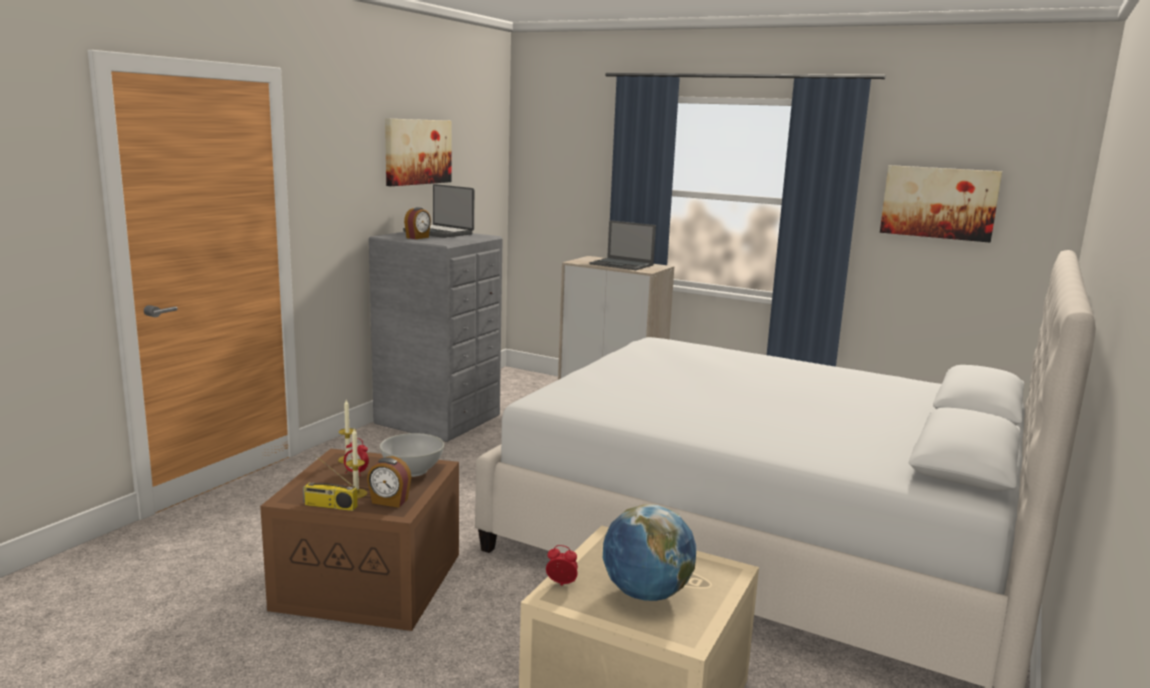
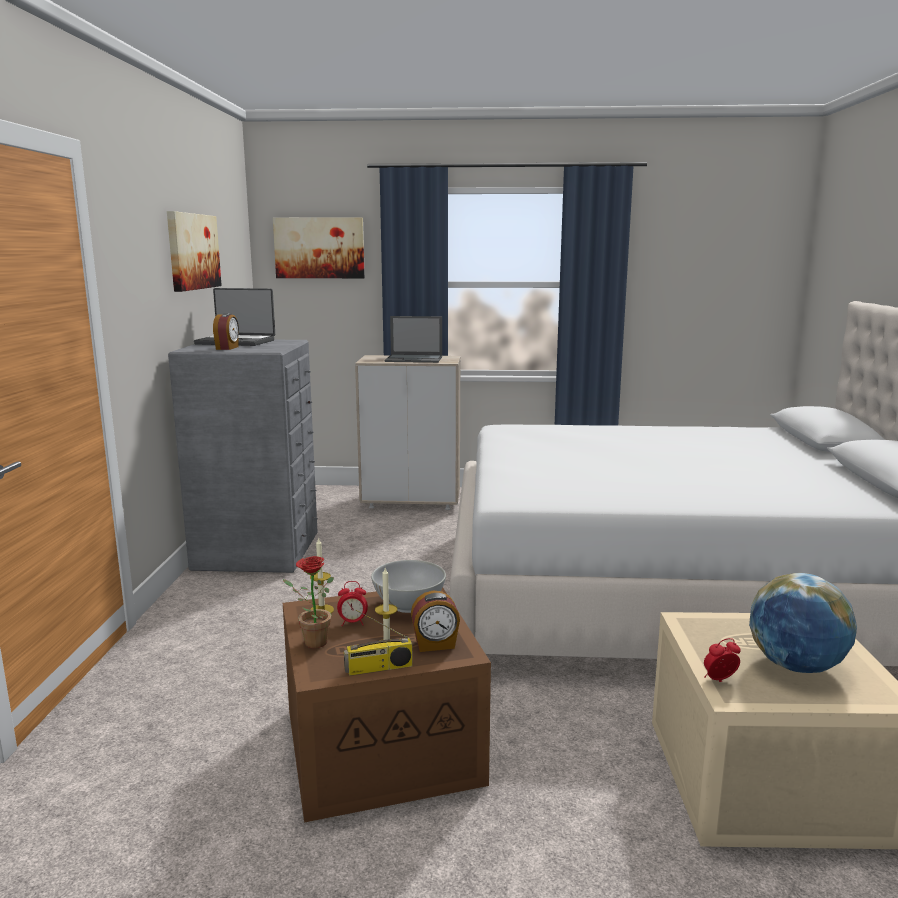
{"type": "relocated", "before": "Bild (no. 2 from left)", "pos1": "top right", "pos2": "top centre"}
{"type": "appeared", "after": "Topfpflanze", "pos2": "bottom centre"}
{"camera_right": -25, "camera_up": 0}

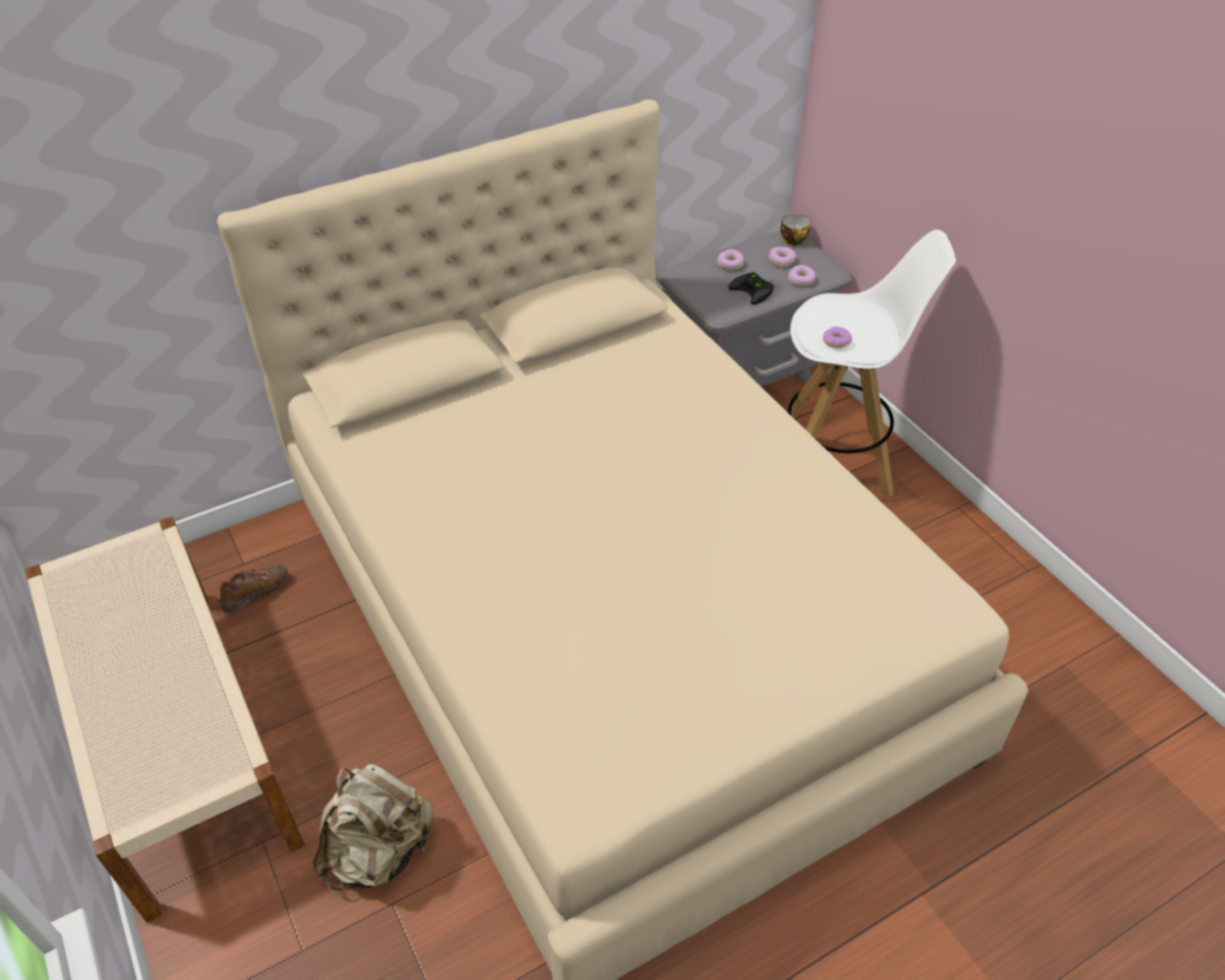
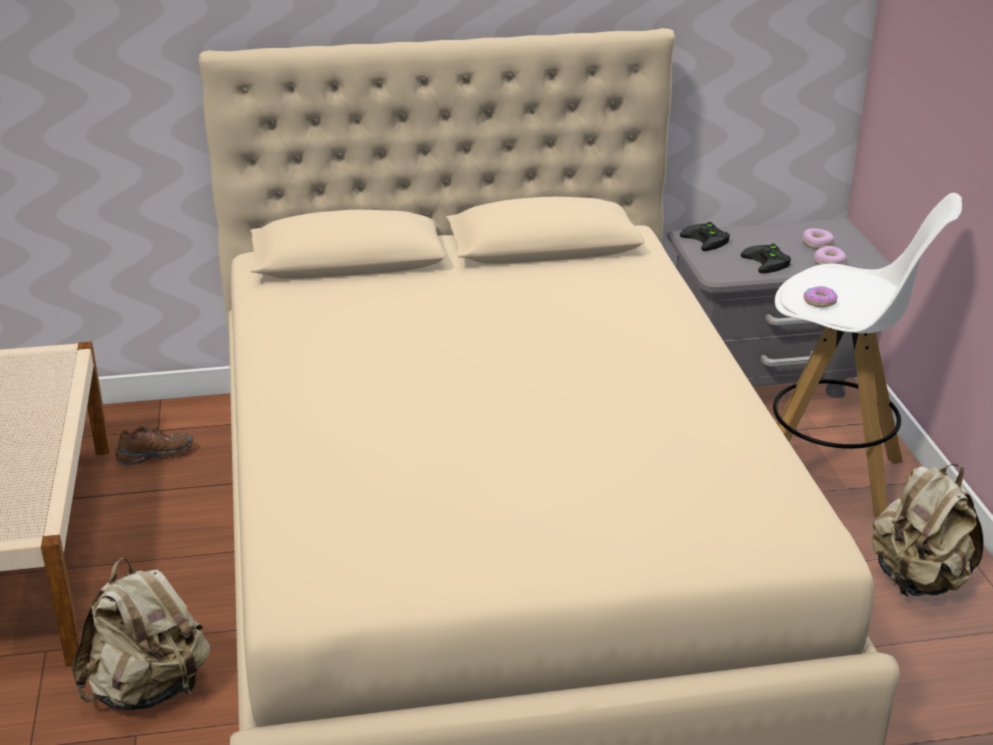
{"type": "missing", "before": "Donut (no. 1 from left)", "pos1": "top centre"}
{"type": "missing", "before": "Tasse", "pos1": "top centre"}
{"type": "appeared", "after": "Gamepad (schwarz) (no. 1 from left)", "pos2": "top right"}
{"type": "appeared", "after": "Rucksack (beige) (no. 2 from left)", "pos2": "bottom right"}
{"camera_right": 20, "camera_up": -15}

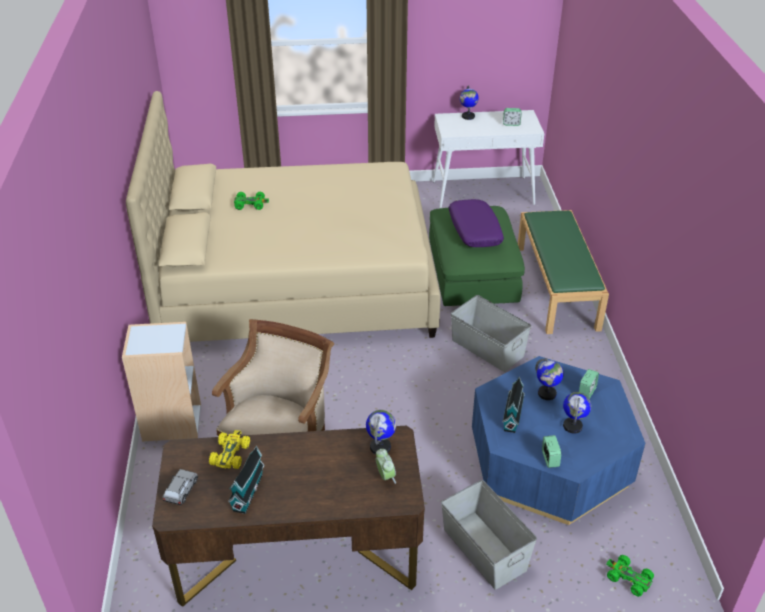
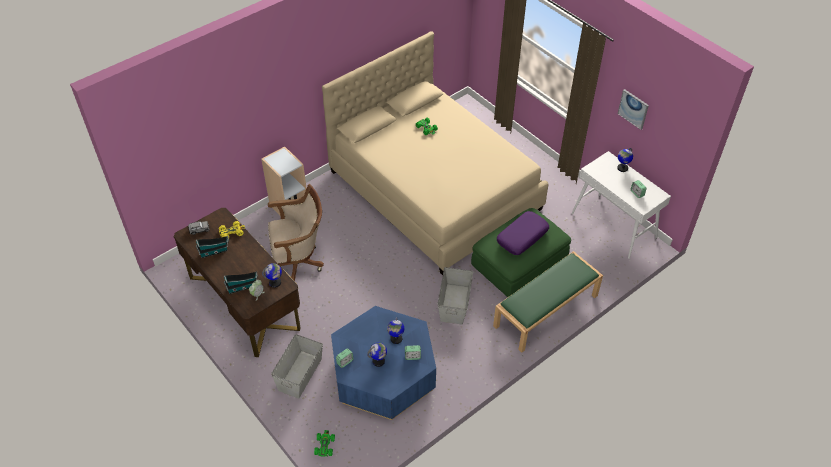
{"type": "relocated", "before": "Spielzeughaus (no. 2 from left)", "pos1": "middle right", "pos2": "middle left"}
{"type": "appeared", "after": "Bild", "pos2": "top right"}
{"camera_right": 55, "camera_up": 10}

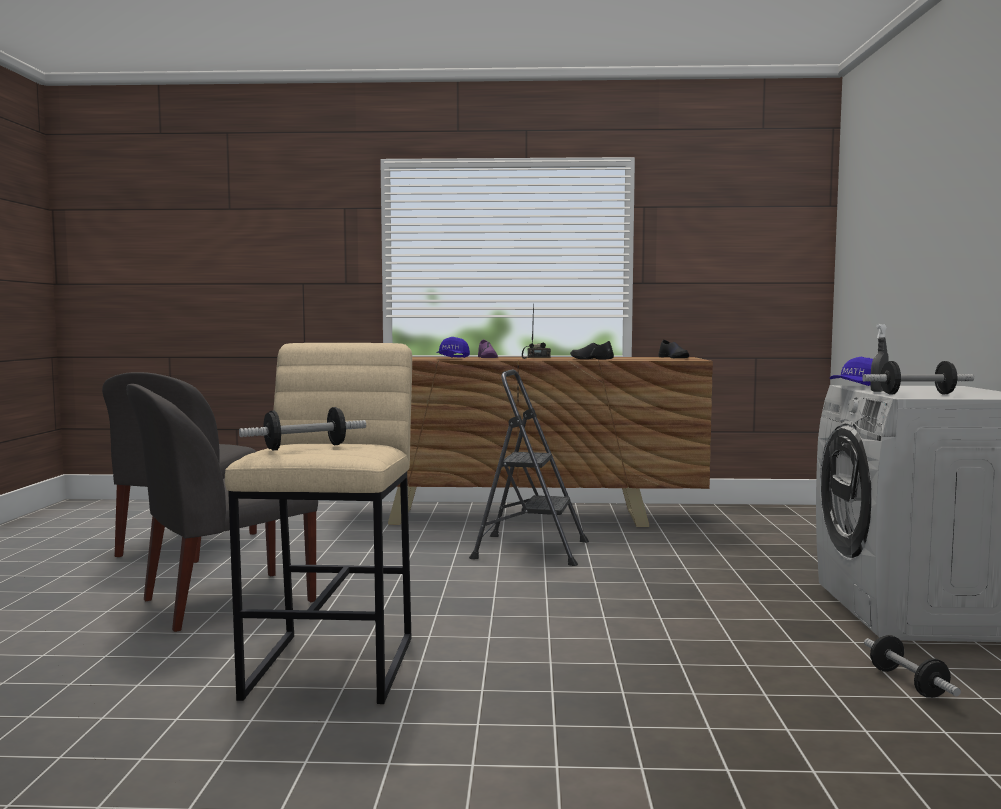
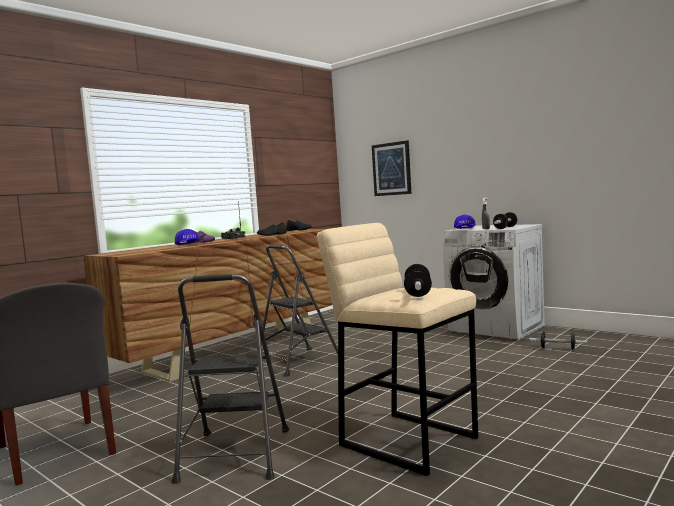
{"type": "exchanged", "before": "Stuhl (grau) (no. 2 from left)", "after": "Trittleiter (schwarz) (no. 1 from left)", "pos1": "middle left", "pos2": "bottom centre"}
{"type": "appeared", "after": "Bild", "pos2": "top centre"}
{"camera_right": -50, "camera_up": 0}

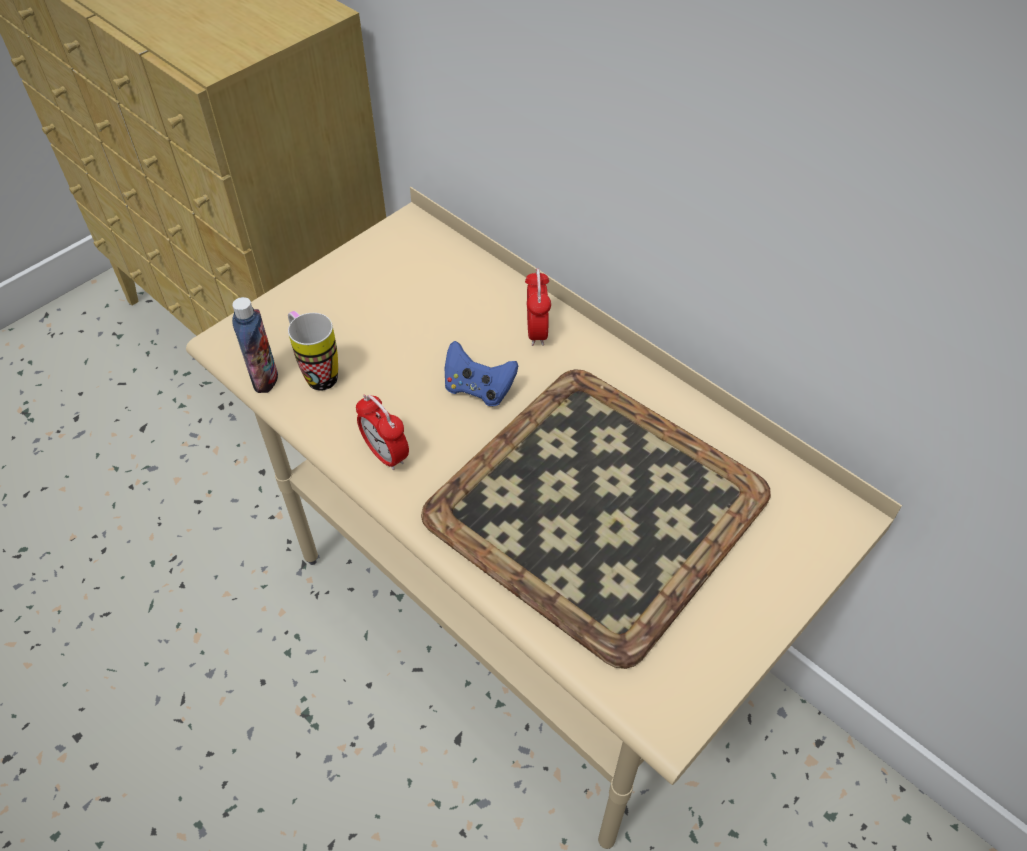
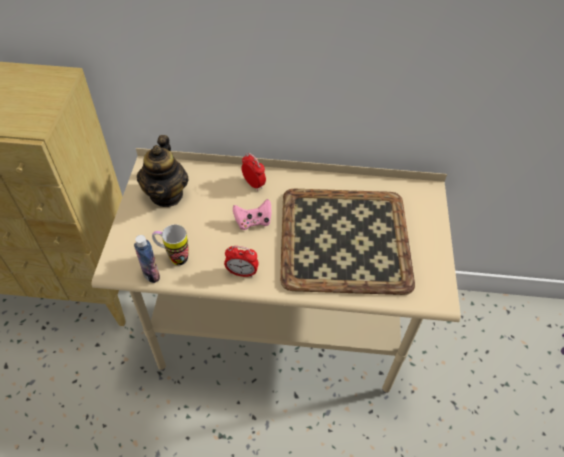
{"type": "colour", "before": "Gamepad (blau)", "after": "Gamepad (rosa)", "pos1": "centre", "pos2": "centre"}
{"type": "appeared", "after": "Teekanne", "pos2": "middle left"}
{"camera_right": -40, "camera_up": 0}

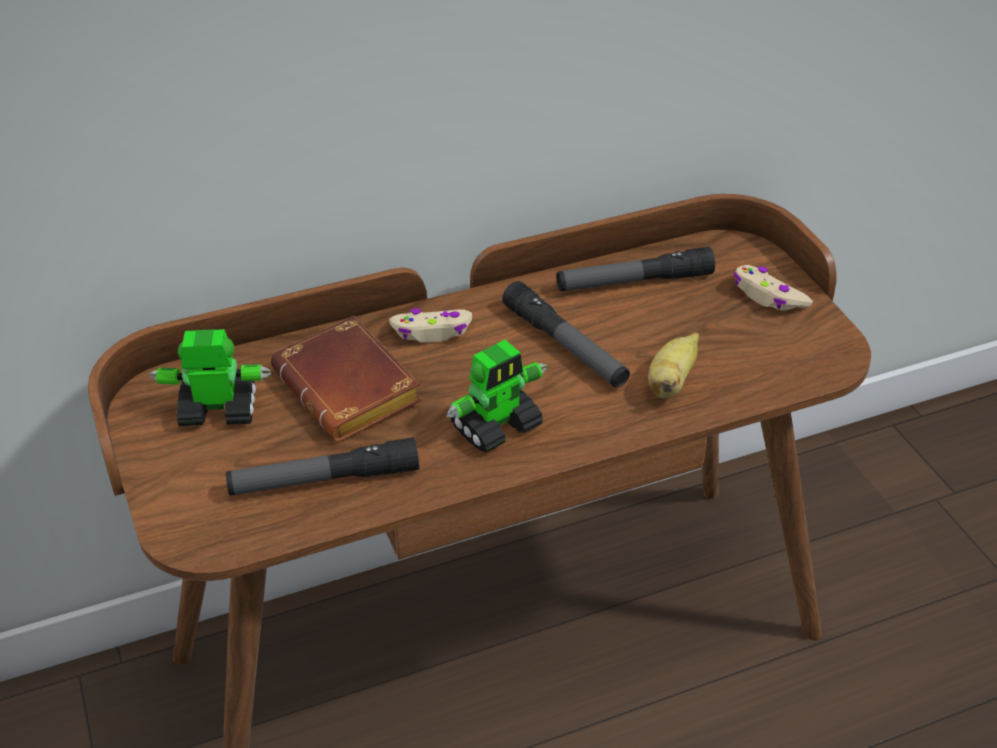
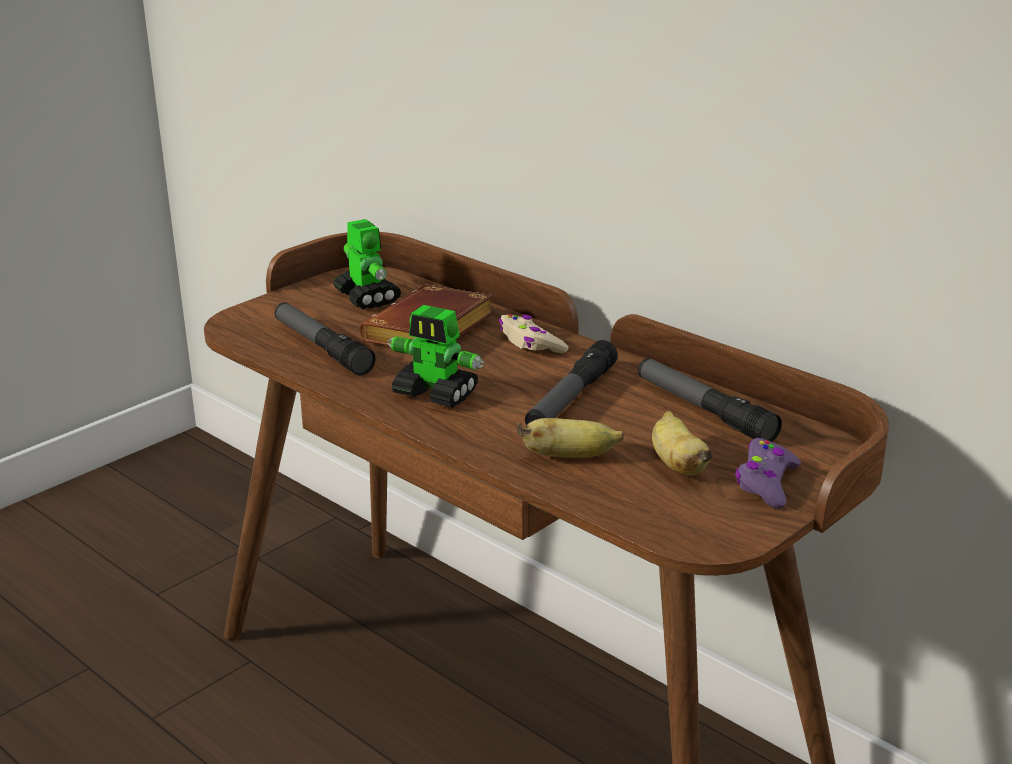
{"type": "colour", "before": "Gamepad (beige) (no. 2 from left)", "after": "Gamepad (lila)", "pos1": "middle right", "pos2": "middle right"}
{"type": "appeared", "after": "Banane (no. 2 from left)", "pos2": "middle right"}
{"camera_right": 65, "camera_up": -15}

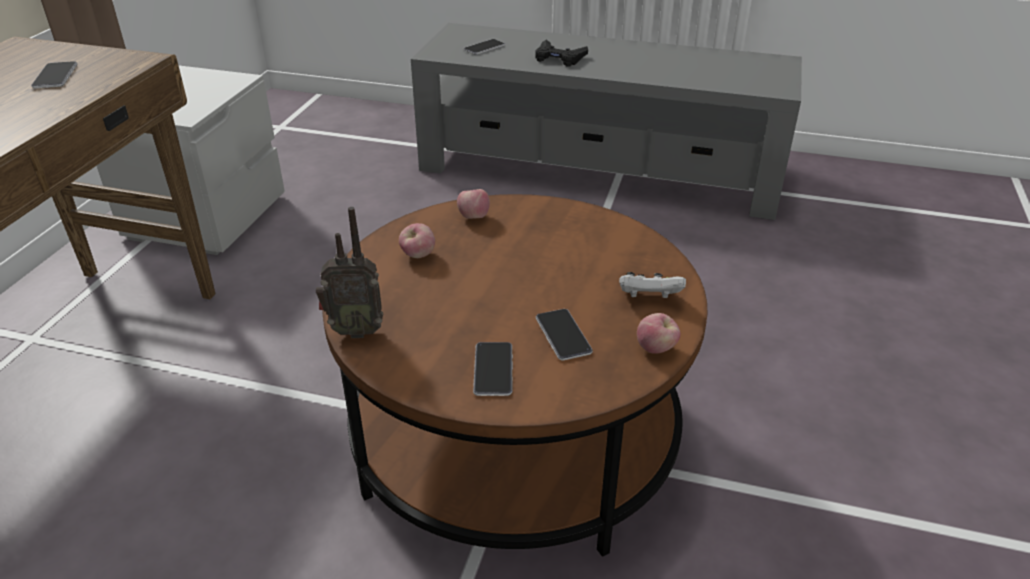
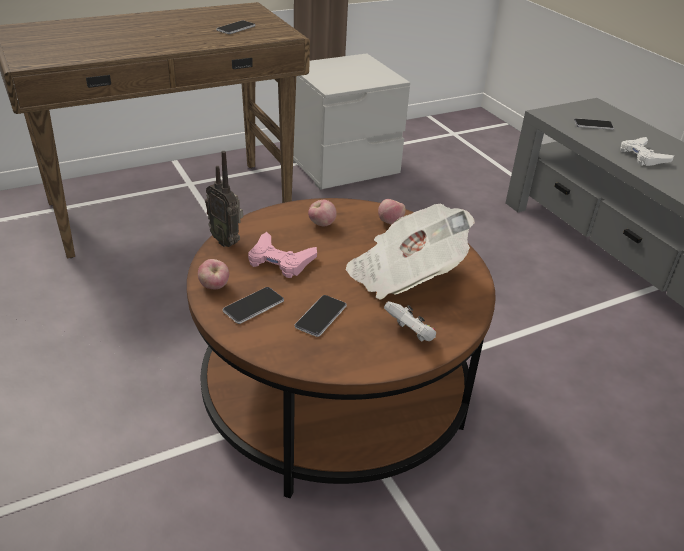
{"type": "colour", "before": "Gamepad (schwarz)", "after": "Gamepad (weiß) (no. 2 from left)", "pos1": "top centre", "pos2": "top right"}
{"type": "relocated", "before": "Apfel (no. 3 from left in the first image)", "after": "Apfel (no. 1 from left)", "pos1": "centre", "pos2": "middle left"}
{"type": "appeared", "after": "Gamepad (rosa)", "pos2": "centre"}
{"type": "appeared", "after": "Zeitung", "pos2": "centre"}
{"camera_right": 45, "camera_up": 0}

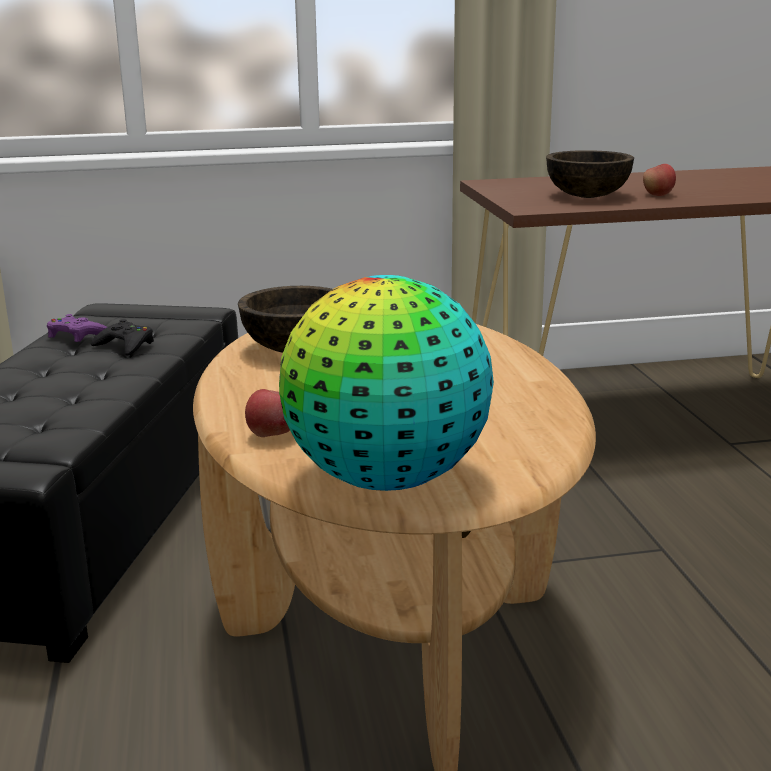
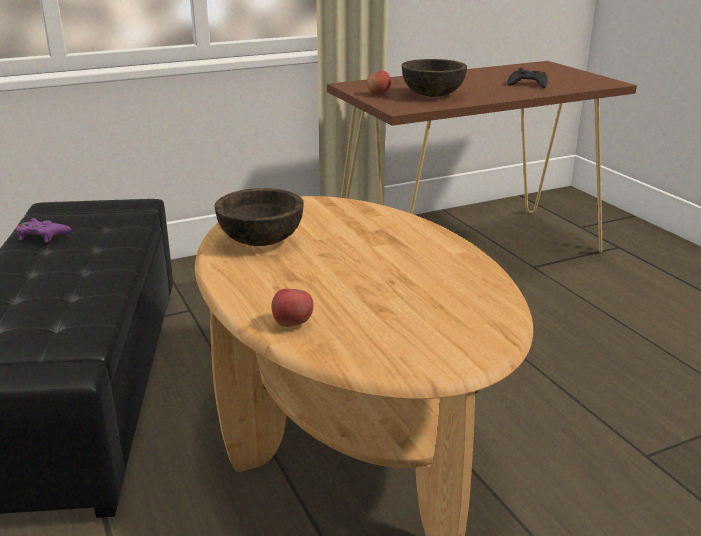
{"type": "relocated", "before": "Gamepad (schwarz)", "pos1": "middle left", "pos2": "top right"}
{"type": "missing", "before": "Globus", "pos1": "centre"}
{"type": "relocated", "before": "Apfel (no. 2 from left)", "pos1": "top right", "pos2": "top centre"}
{"camera_right": -15, "camera_up": 5}

